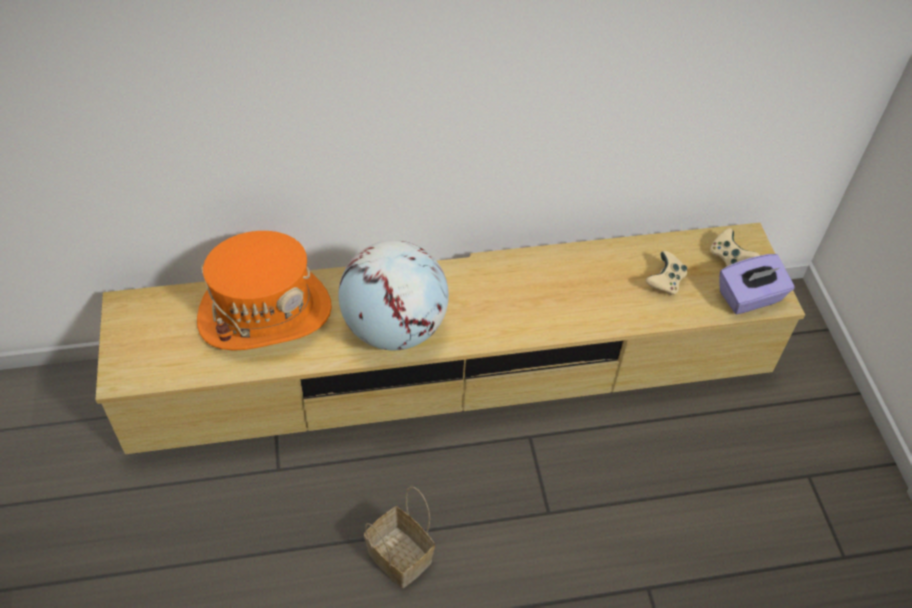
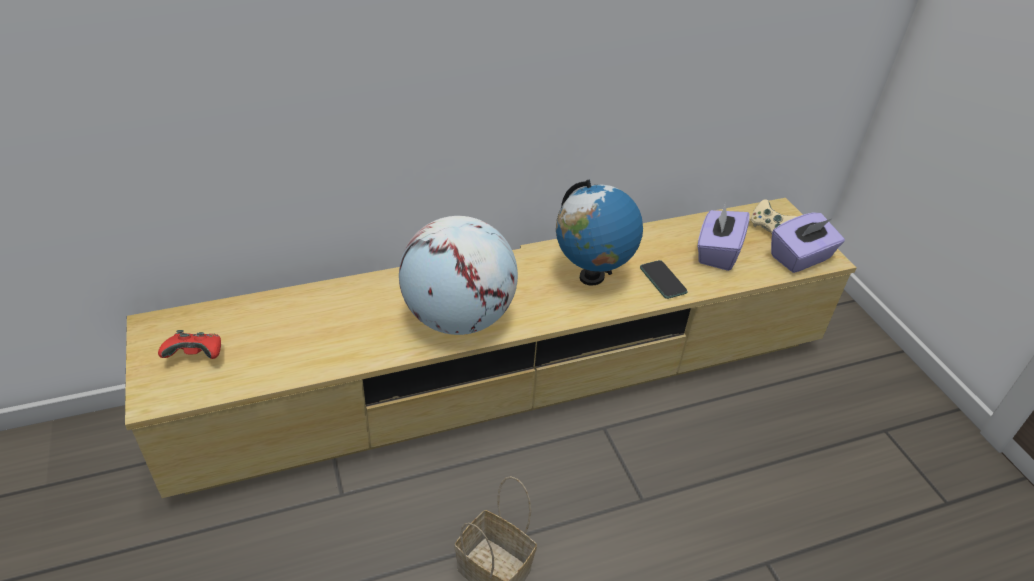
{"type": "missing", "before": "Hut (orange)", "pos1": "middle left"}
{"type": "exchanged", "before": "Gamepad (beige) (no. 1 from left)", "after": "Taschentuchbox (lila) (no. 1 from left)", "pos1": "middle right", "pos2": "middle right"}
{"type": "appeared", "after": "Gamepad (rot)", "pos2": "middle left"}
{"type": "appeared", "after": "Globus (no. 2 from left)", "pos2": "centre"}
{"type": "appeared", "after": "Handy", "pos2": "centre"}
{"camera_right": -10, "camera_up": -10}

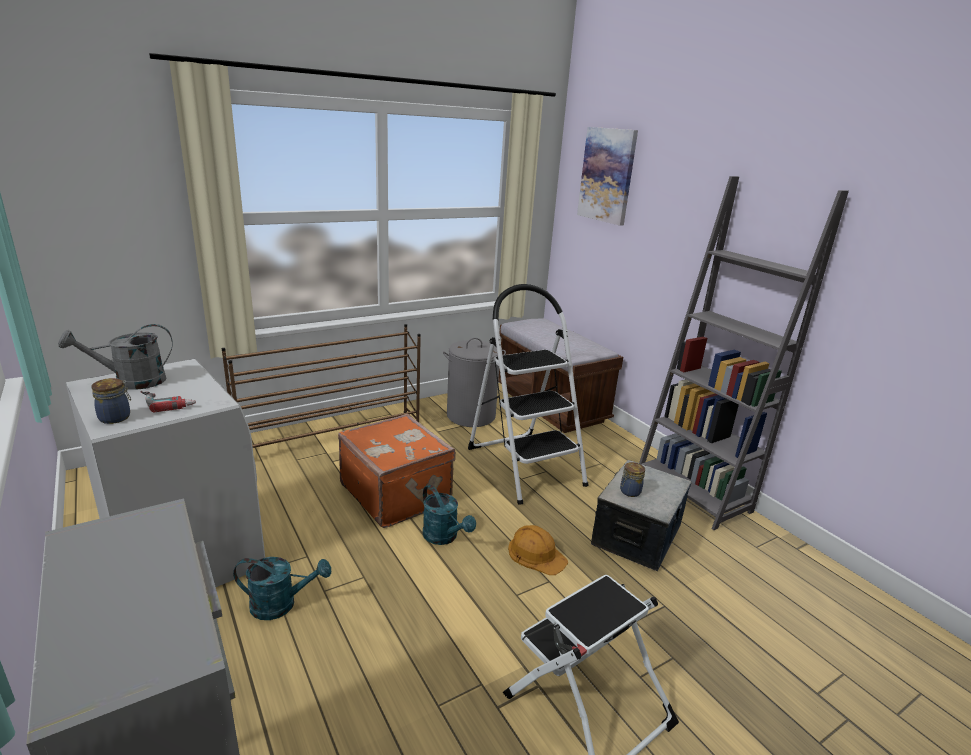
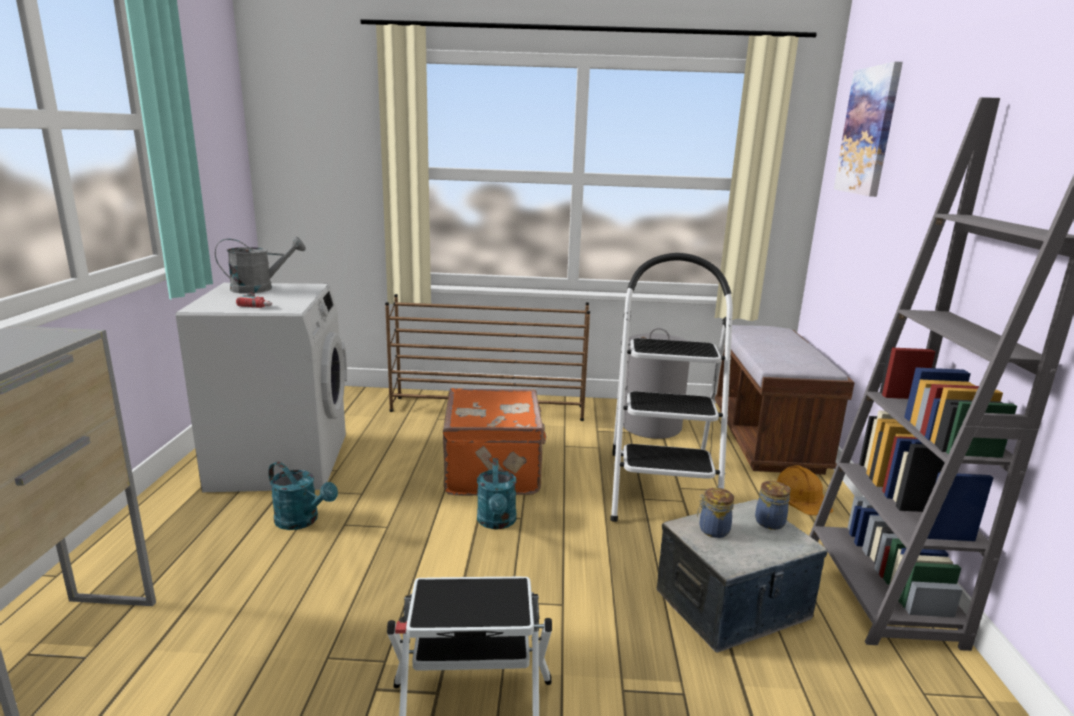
{"type": "spun", "before": "Gießkanne (grau)", "pos1": "middle left", "pos2": "middle left", "turn": 150}
{"type": "relocated", "before": "Vorratsglas (no. 1 from left in the first image)", "after": "Vorratsglas (no. 2 from left)", "pos1": "middle left", "pos2": "bottom right"}
{"type": "relocated", "before": "Schutzhelm (orange)", "pos1": "bottom centre", "pos2": "bottom right"}
{"camera_right": 35, "camera_up": -5}

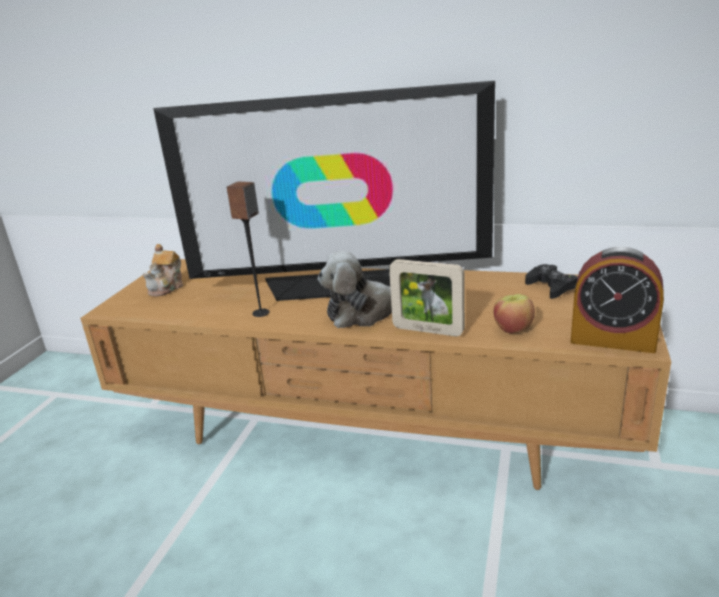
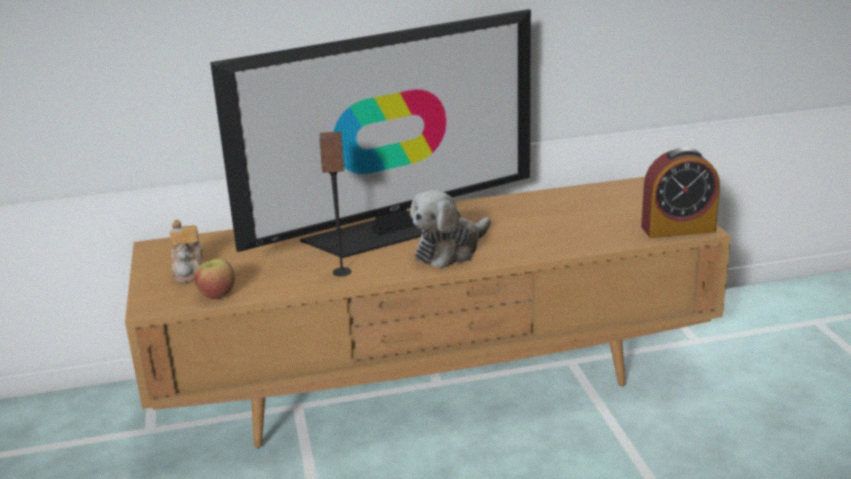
{"type": "missing", "before": "Bilderrahmen", "pos1": "centre"}
{"type": "relocated", "before": "Apfel", "pos1": "middle right", "pos2": "middle left"}
{"type": "missing", "before": "Gamepad (schwarz)", "pos1": "middle right"}
{"camera_right": -30, "camera_up": 0}

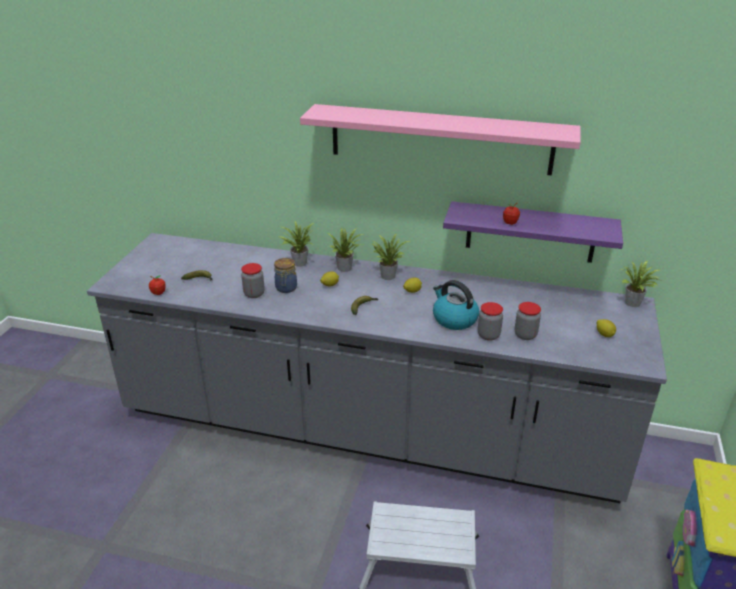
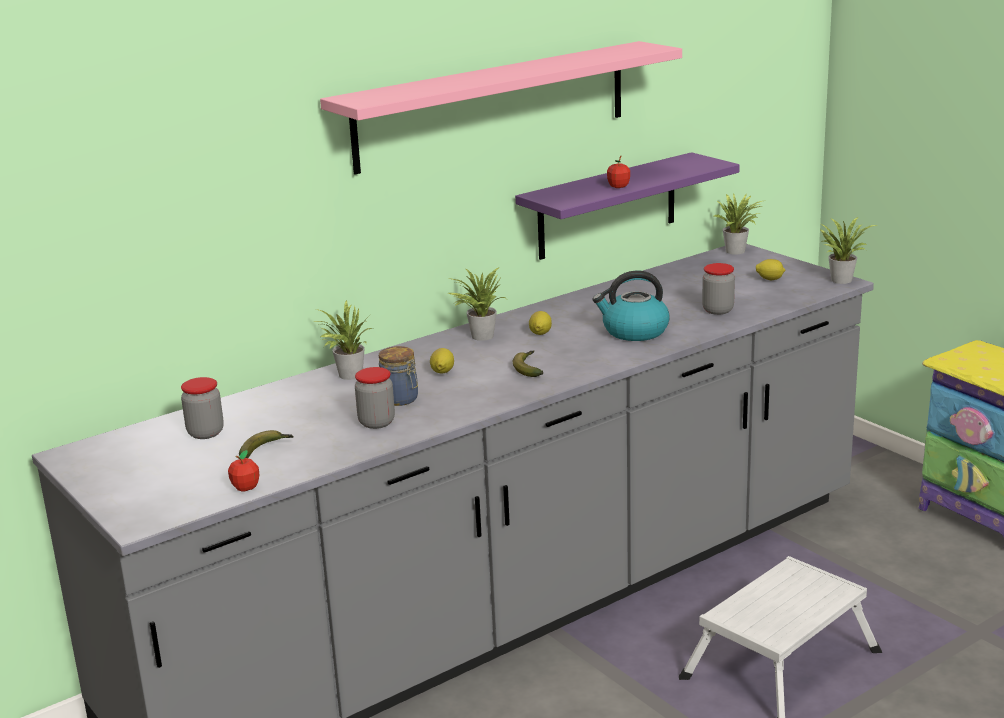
{"type": "relocated", "before": "Topfpflanze (no. 2 from left in the first image)", "after": "Topfpflanze (no. 4 from left)", "pos1": "centre", "pos2": "middle right"}
{"type": "relocated", "before": "Vorratsglas (no. 3 from left in the first image)", "after": "Vorratsglas (no. 1 from left)", "pos1": "centre", "pos2": "middle left"}
{"camera_right": -50, "camera_up": -10}

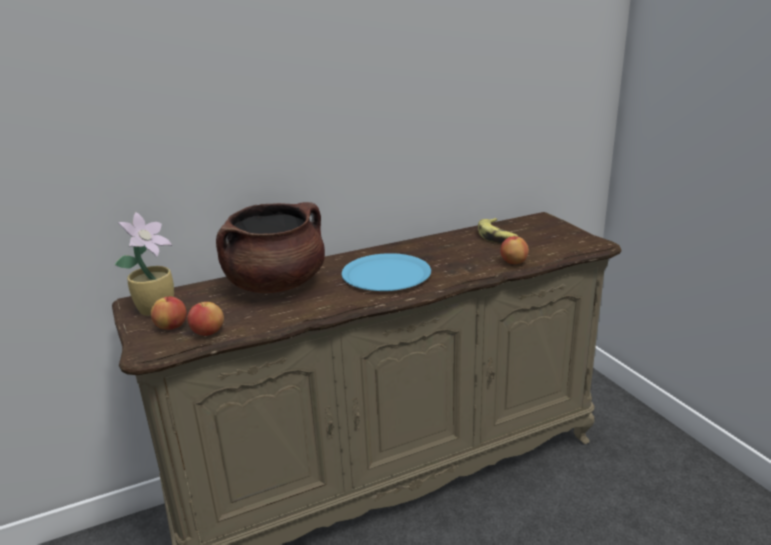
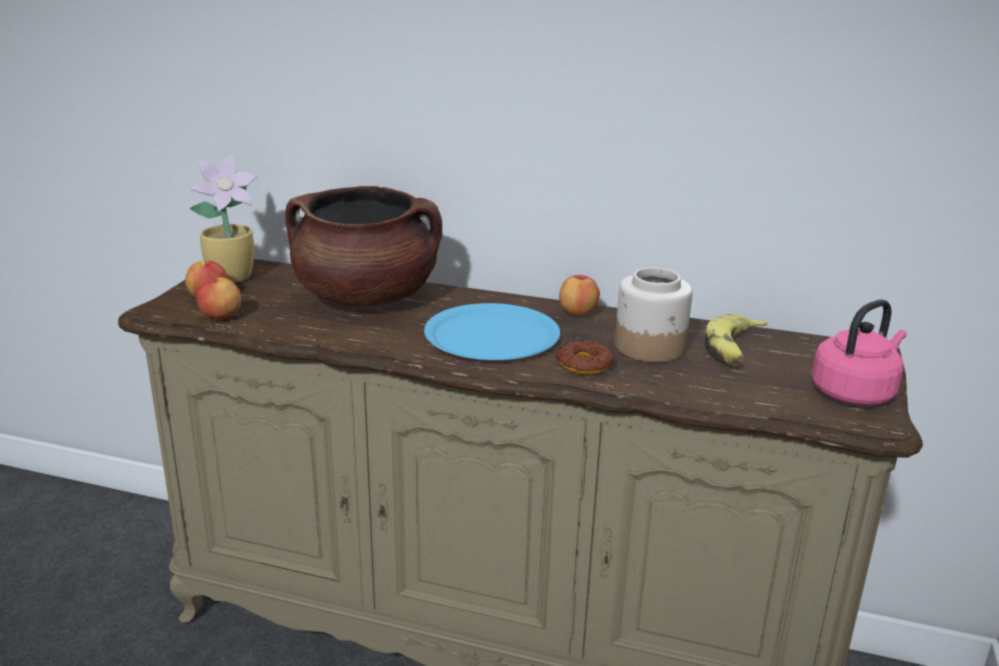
{"type": "relocated", "before": "Apfel (no. 3 from left)", "pos1": "middle right", "pos2": "centre"}
{"type": "appeared", "after": "Donut", "pos2": "centre"}
{"type": "appeared", "after": "Vorratsglas", "pos2": "centre"}
{"type": "appeared", "after": "Wasserkessel (rosa)", "pos2": "middle right"}
{"camera_right": 40, "camera_up": 0}

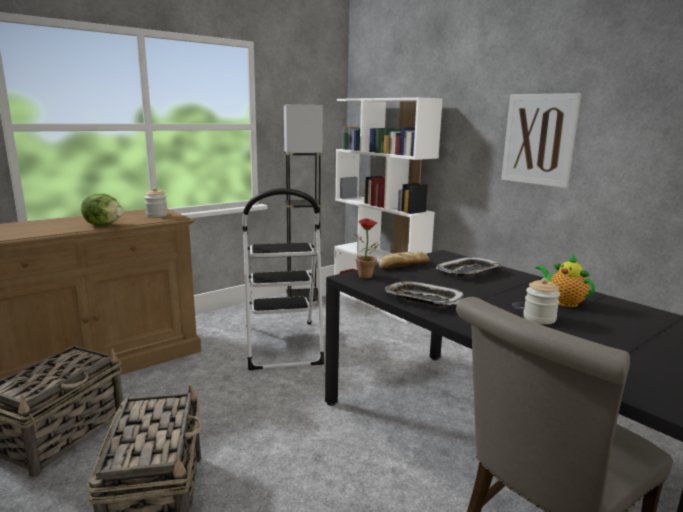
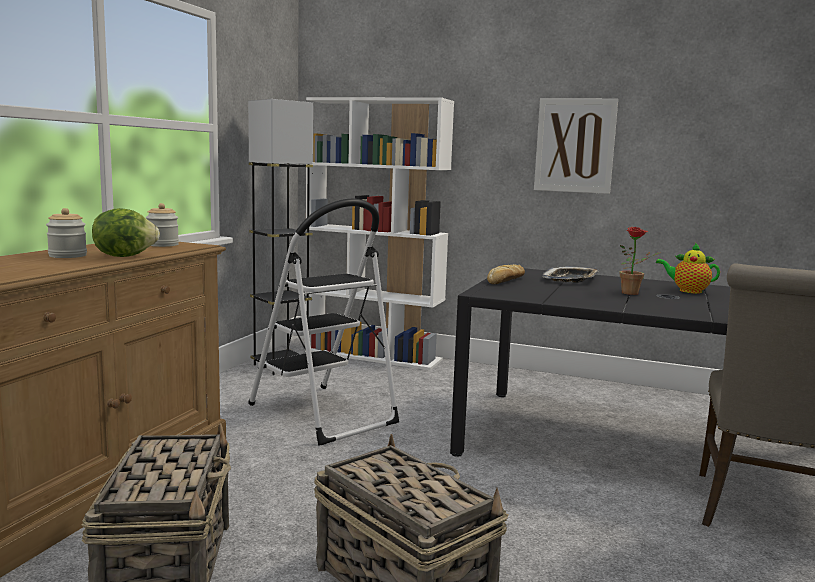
{"type": "relocated", "before": "Topfpflanze", "pos1": "centre", "pos2": "middle right"}
{"type": "missing", "before": "Tablett (no. 1 from left)", "pos1": "centre"}
{"type": "relocated", "before": "Vorratsglas (no. 2 from left in the first image)", "after": "Vorratsglas (no. 1 from left)", "pos1": "middle right", "pos2": "middle left"}
{"camera_right": -30, "camera_up": -5}

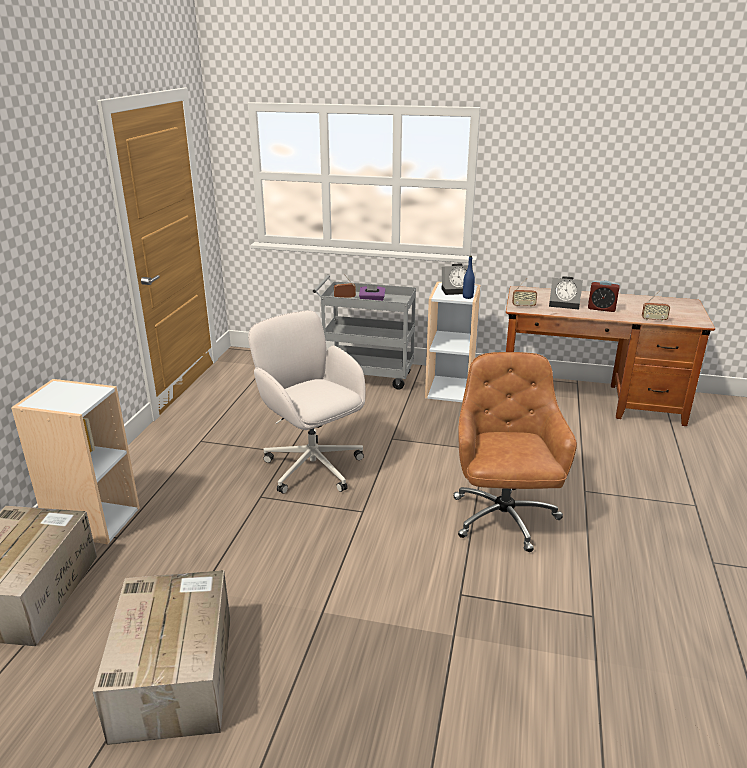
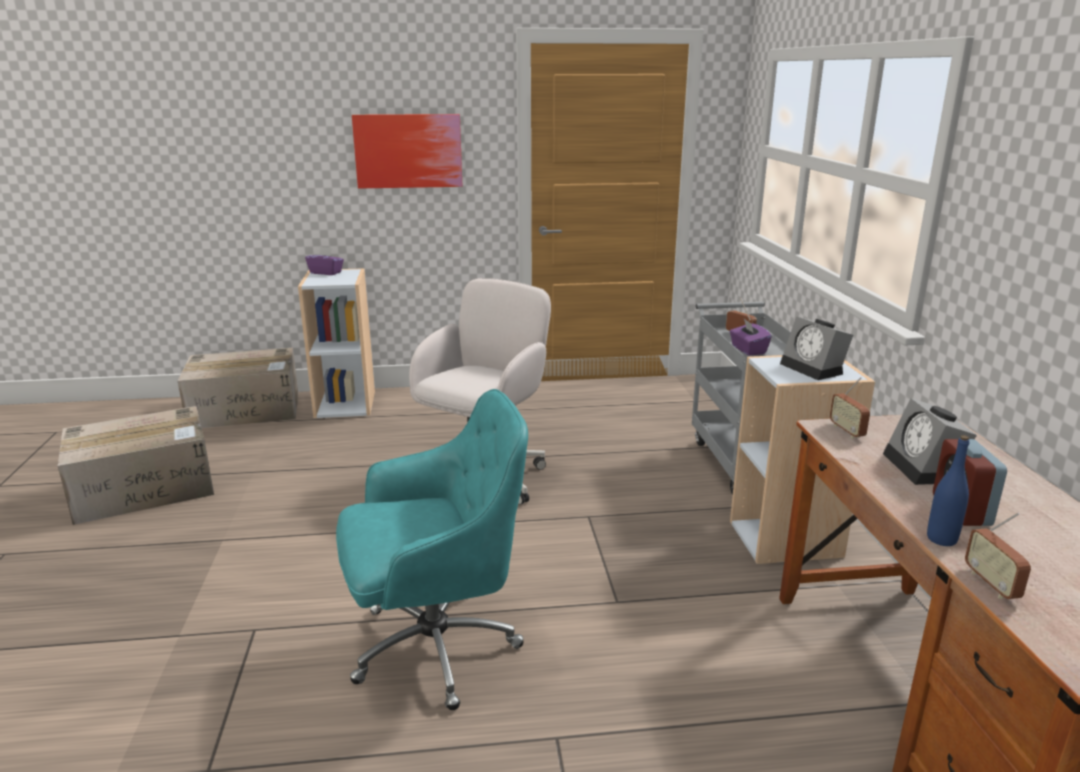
{"type": "colour", "before": "Bürostuhl (braun)", "after": "Bürostuhl (türkis)", "pos1": "middle right", "pos2": "bottom centre"}
{"type": "relocated", "before": "Flasche (blau)", "pos1": "centre", "pos2": "middle right"}
{"type": "appeared", "after": "Taschentuchbox (lila) (no. 1 from left)", "pos2": "middle left"}
{"type": "appeared", "after": "Bild", "pos2": "top centre"}
{"camera_right": 70, "camera_up": -5}

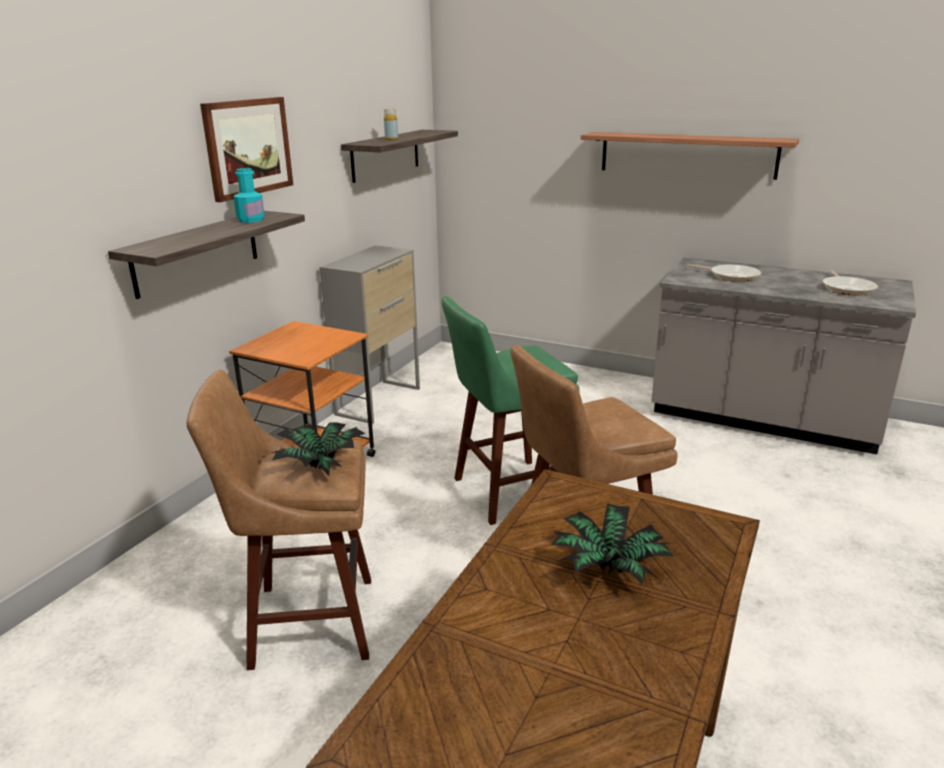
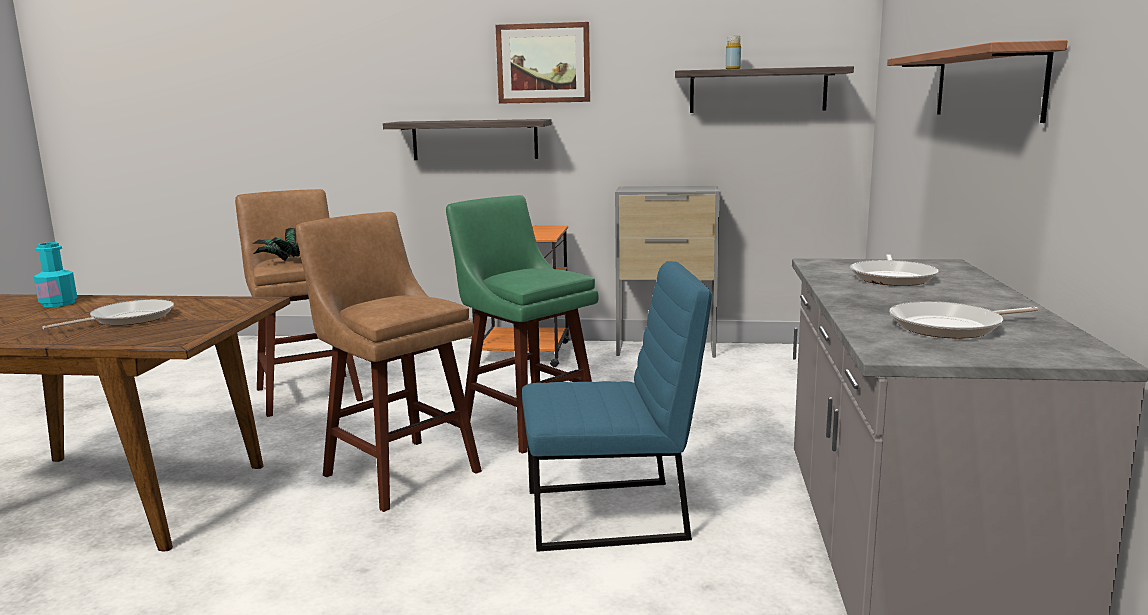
{"type": "relocated", "before": "Flasche (türkis)", "pos1": "top left", "pos2": "middle left"}
{"type": "exchanged", "before": "Topfpflanze (no. 2 from left)", "after": "Pfanne (no. 1 from left)", "pos1": "bottom centre", "pos2": "middle left"}
{"type": "appeared", "after": "Stuhl (blau)", "pos2": "centre"}
{"camera_right": 70, "camera_up": -10}

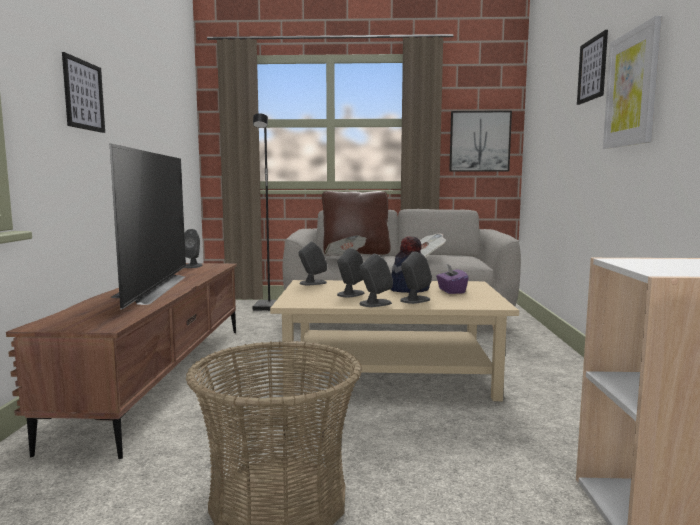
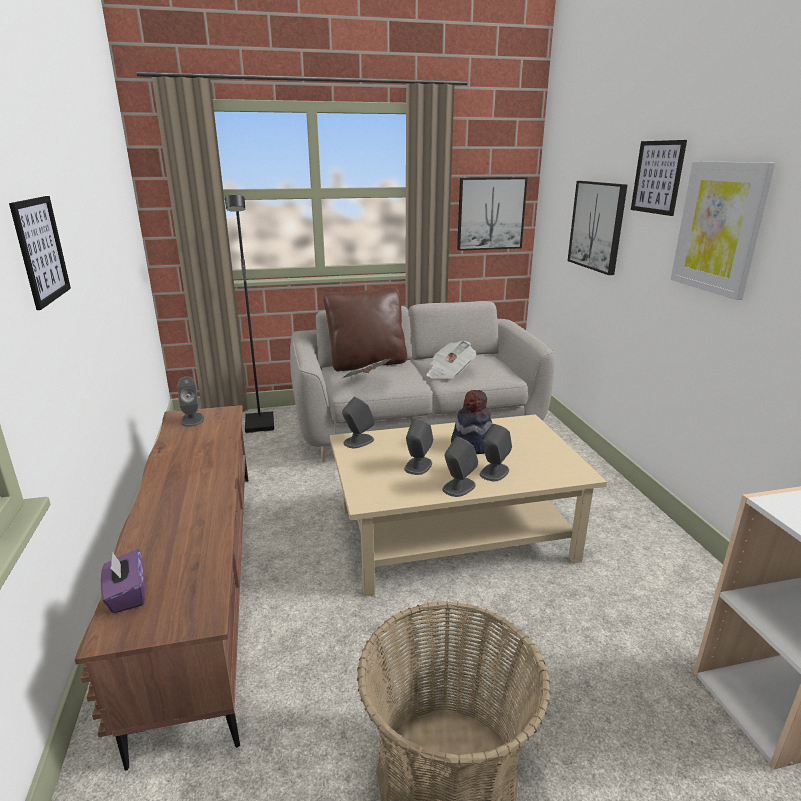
{"type": "missing", "before": "Fernseher", "pos1": "middle left"}
{"type": "relocated", "before": "Taschentuchbox (lila)", "pos1": "centre", "pos2": "bottom left"}
{"type": "appeared", "after": "Bild (no. 3 from left)", "pos2": "top right"}
{"camera_right": -15, "camera_up": 15}

